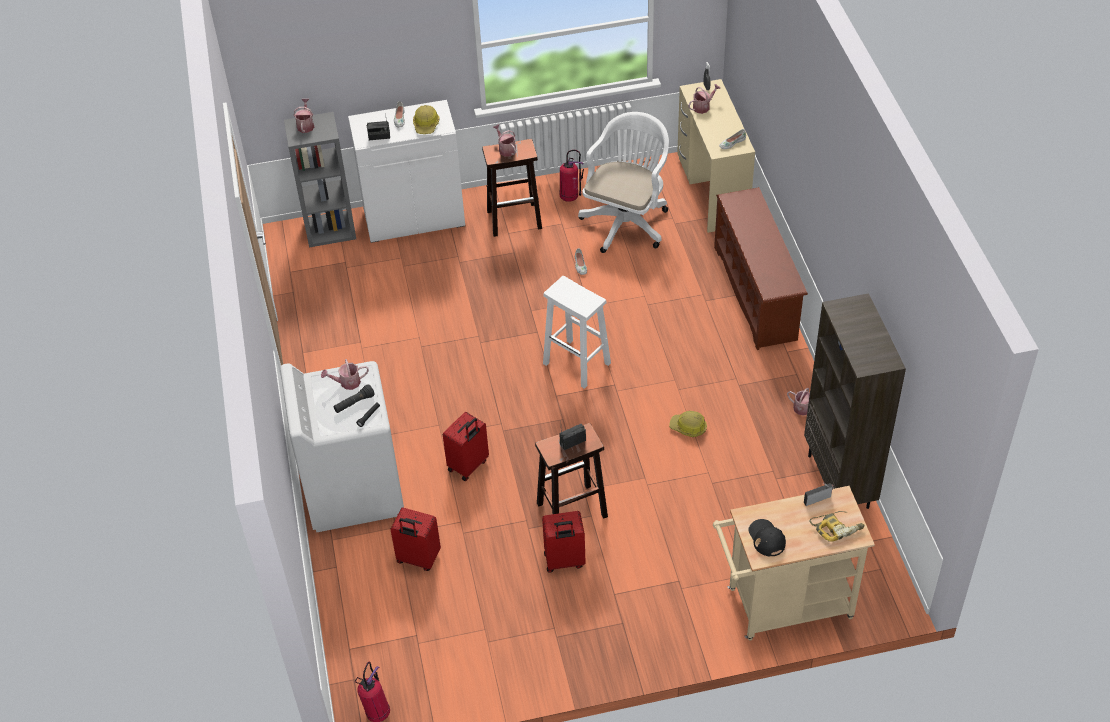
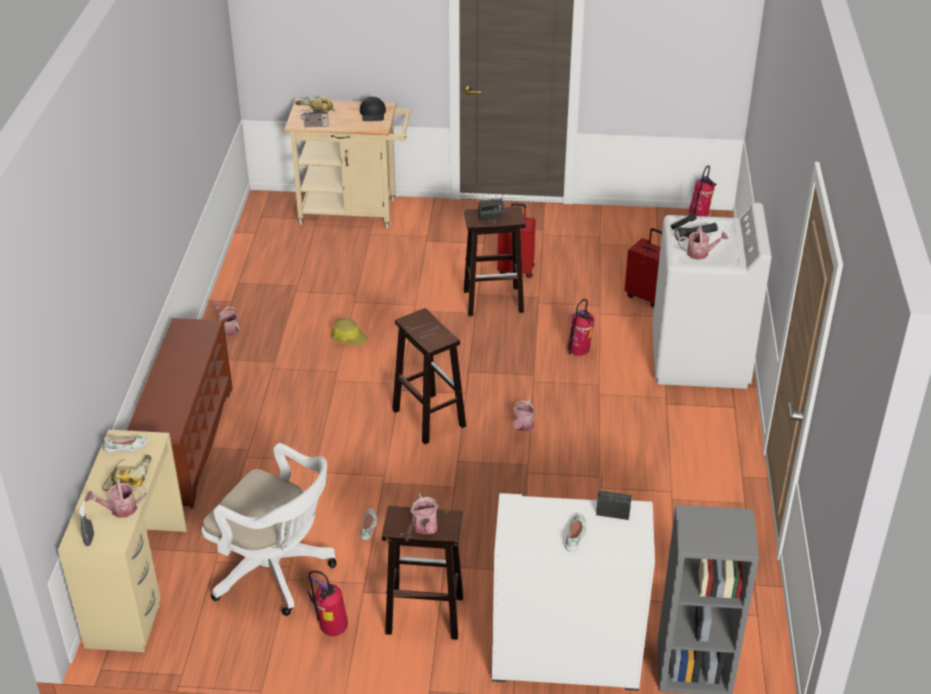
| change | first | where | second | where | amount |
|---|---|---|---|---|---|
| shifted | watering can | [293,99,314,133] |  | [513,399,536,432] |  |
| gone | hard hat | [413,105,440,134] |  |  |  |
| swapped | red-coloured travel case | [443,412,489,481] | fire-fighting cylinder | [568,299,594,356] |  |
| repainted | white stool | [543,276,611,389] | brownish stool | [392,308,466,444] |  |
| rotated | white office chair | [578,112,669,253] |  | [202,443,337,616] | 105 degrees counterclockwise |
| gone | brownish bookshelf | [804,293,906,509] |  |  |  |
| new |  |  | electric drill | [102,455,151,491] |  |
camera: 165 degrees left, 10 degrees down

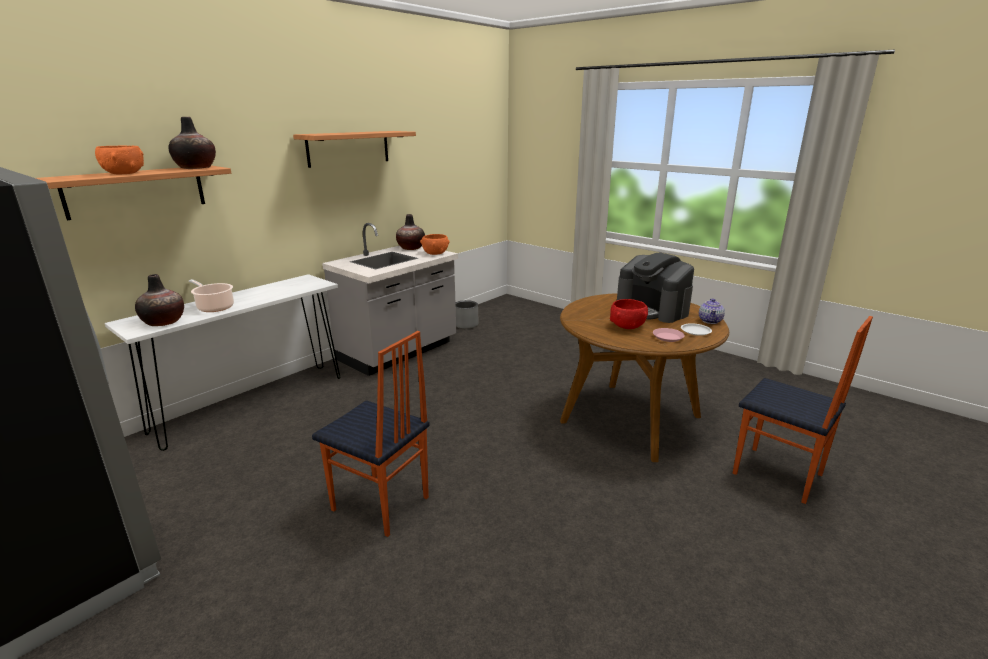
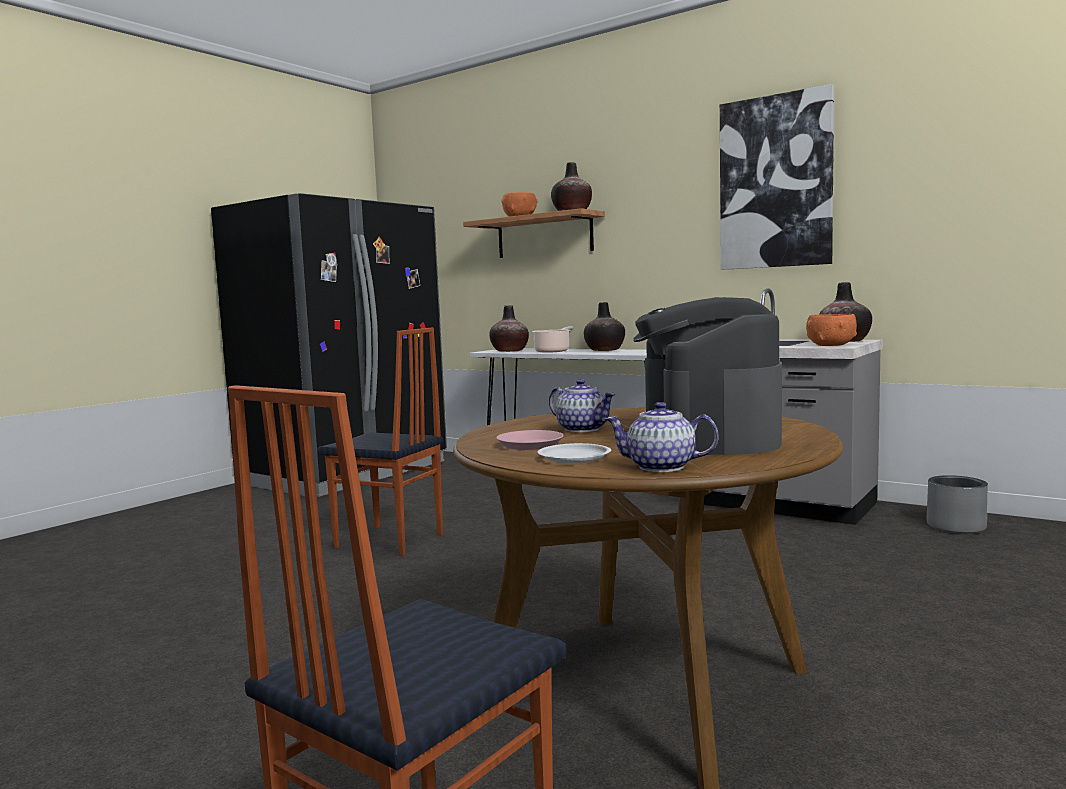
| change | first | where | second | where | amount |
|---|---|---|---|---|---|
| swapped | shelf | [293,131,416,168] | wall picture | [720,84,834,270] |  |
| rotated | upright chair | [312,331,430,537] |  | [317,328,443,557] | 90 degrees counterclockwise |
| swapped | red-coloured bowl | [610,299,648,329] | teapot | [549,379,616,432] |  |
| rotated | coffee brewer | [617,252,694,323] |  | [630,297,782,455] | 45 degrees counterclockwise |
| new |  |  | decorative vase | [584,302,625,351] |  |
camera: 85 degrees right, 15 degrees down

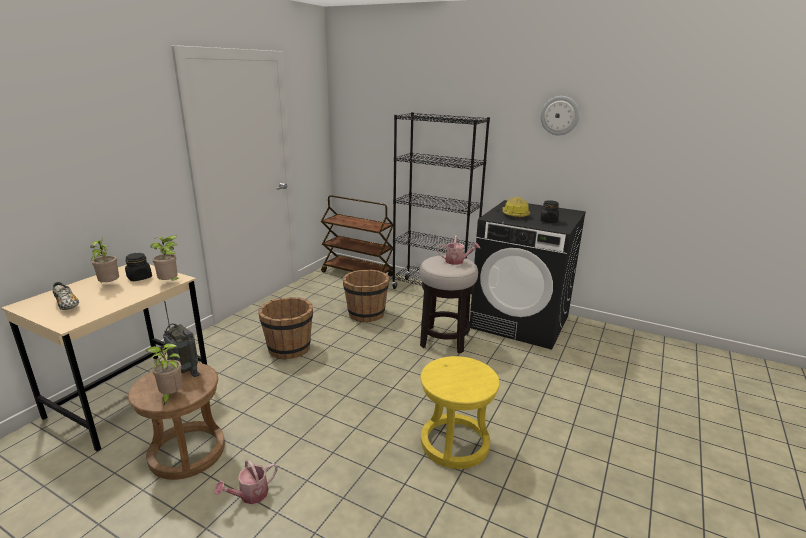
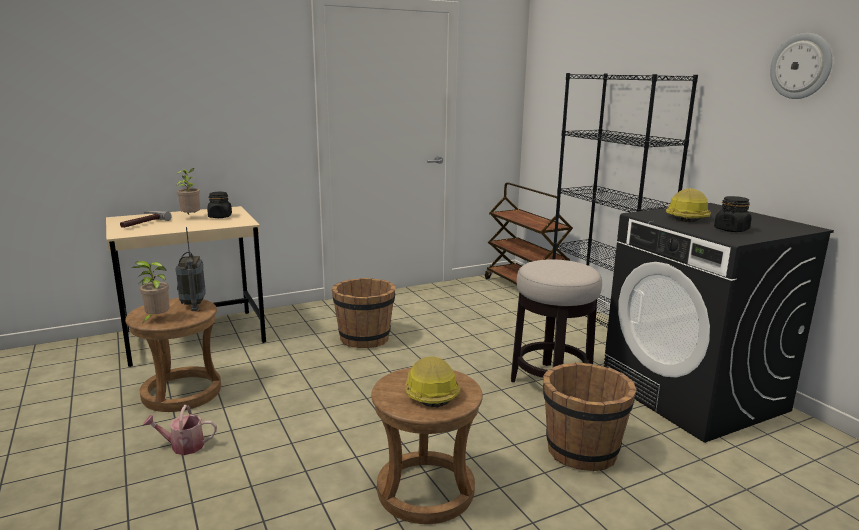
| change | first | where | second | where | amount |
|---|---|---|---|---|---|
| swapped | shoe | [52,282,79,310] | tool hammer | [120,211,172,228] |  |
| gone | plant in a pot | [150,235,179,280] |  |  |  |
| shifted | brownish pail | [343,270,389,322] |  | [543,362,637,471] |  |
| repainted | yellow-coloured stool | [420,356,500,469] | brownish stool | [371,367,483,524] |  |
| gone | watering can | [437,235,480,265] |  |  |  |
| new |  |  | hard hat | [405,356,460,407] |  |
camera: 35 degrees right, 5 degrees down

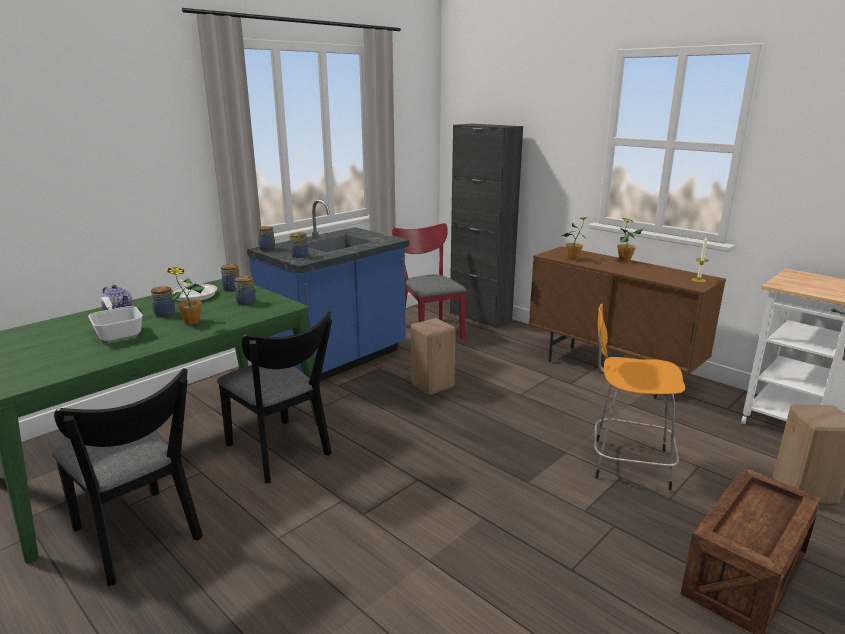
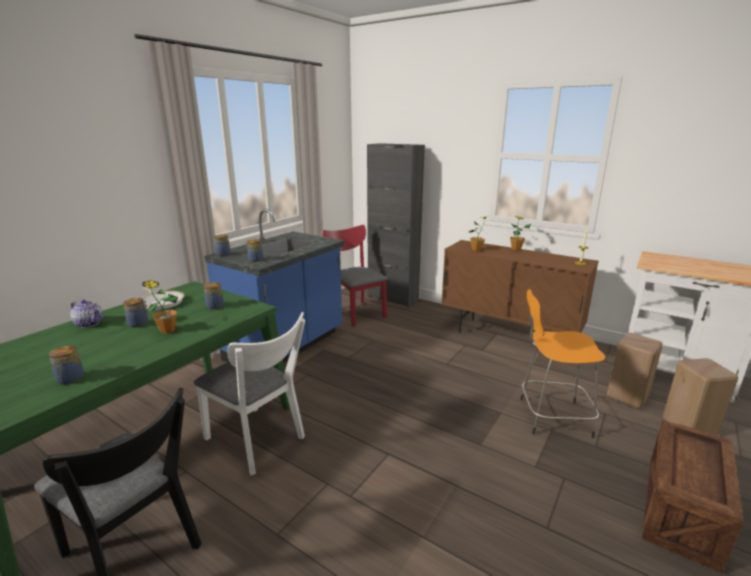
| change | first | where | second | where | amount |
|---|---|---|---|---|---|
| gone | pan | [88,297,143,342] |  |  |  |
| repainted | black-coloured upright chair | [217,311,332,484] | white upright chair | [194,312,305,475] |  |
| shifted | jar | [221,264,240,291] |  | [49,345,84,385] |  |
| shifted | beige-coloured stool | [411,318,456,395] |  | [607,333,663,408] |  |
camera: 10 degrees left, 0 degrees up

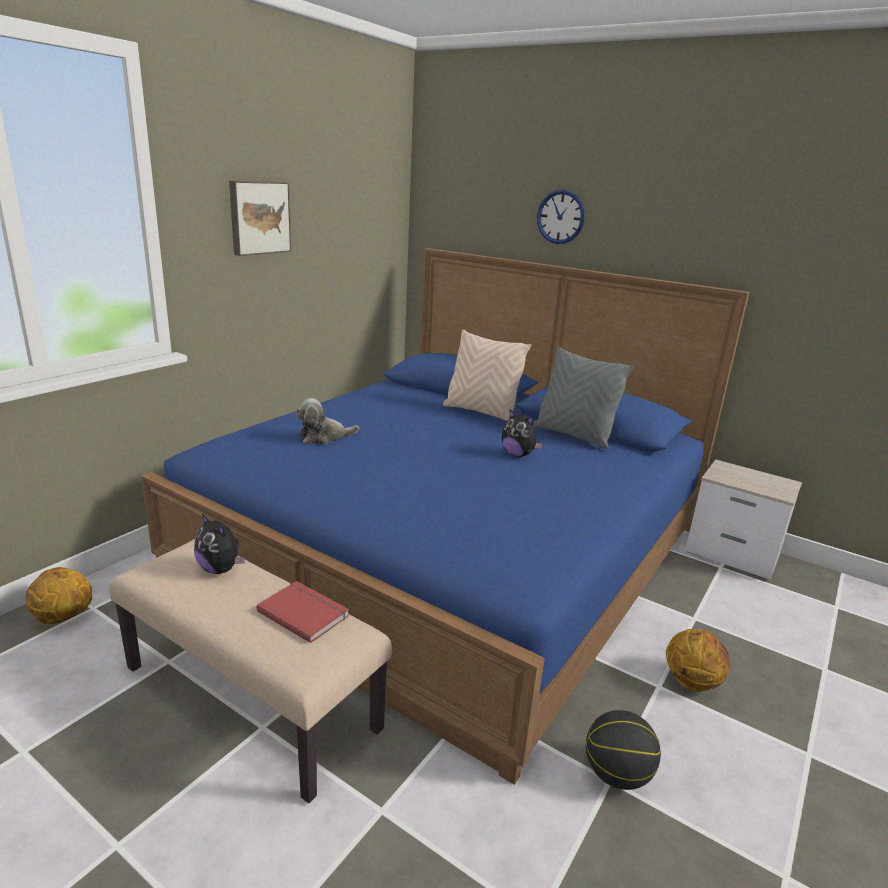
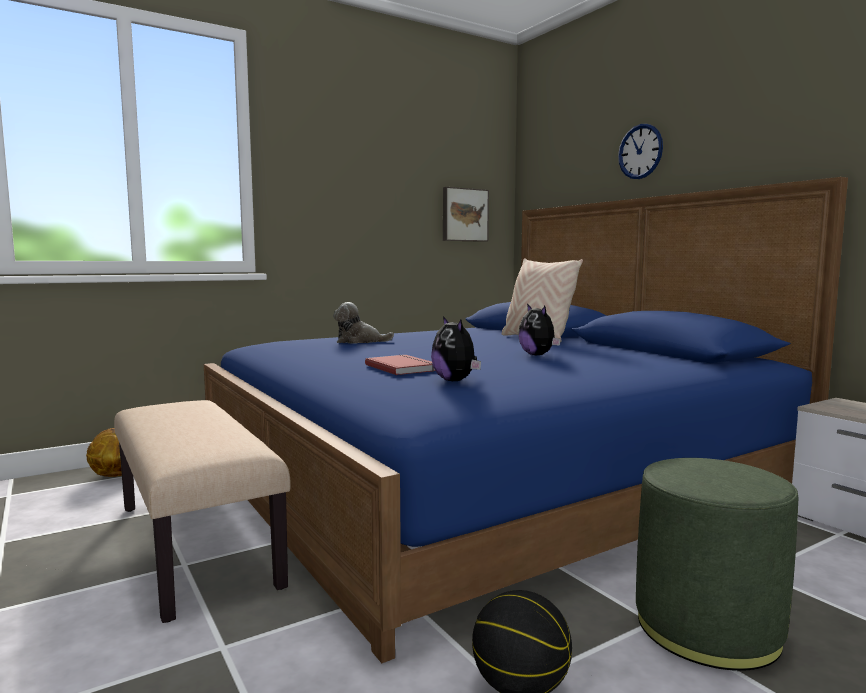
| change | first | where | second | where | amount |
|---|---|---|---|---|---|
| shifted | plush toy | [194,513,245,574] |  | [431,316,481,381] |  |
| shifted | wall picture | [229,181,291,256] |  | [443,187,489,242] |  |
| shifted | red-coloured book | [256,581,349,643] |  | [365,355,435,375] |  |
| gone | gray cushion | [533,346,634,449] |  |  |  |
| swapped | ball for basketball | [666,629,730,692] | greenish footrest | [636,458,798,671] |  |
camera: 25 degrees right, 15 degrees down

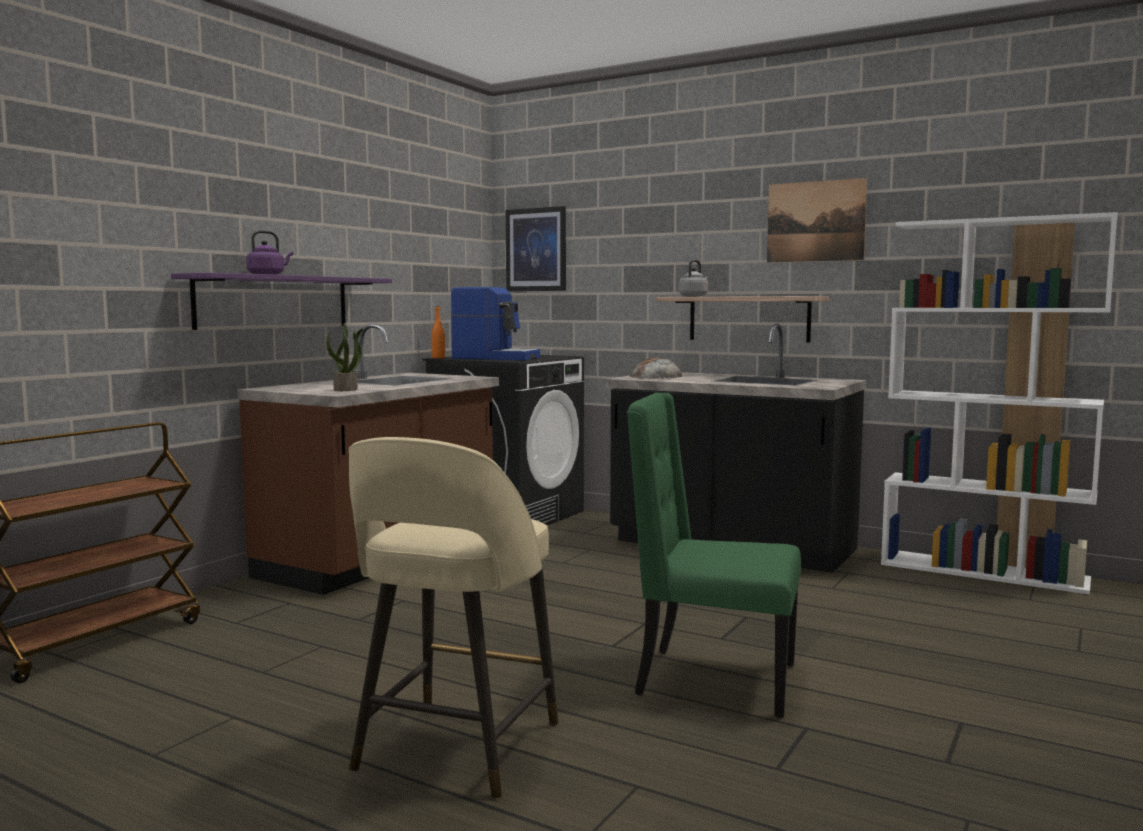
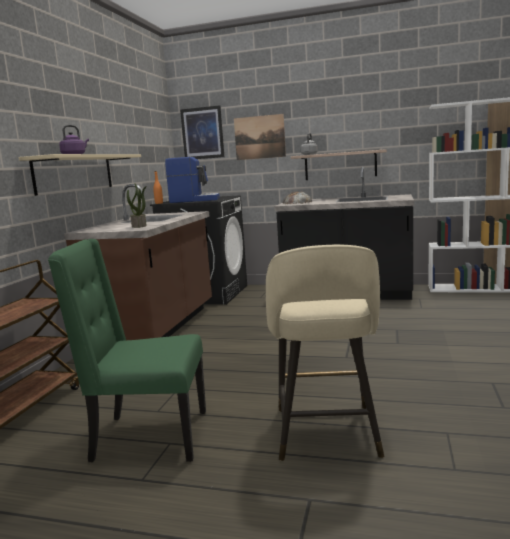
| change | first | where | second | where | amount |
|---|---|---|---|---|---|
| repainted | purplish shelf | [171,272,392,330] | beige-coloured shelf | [18,154,141,196] |  |
| shifted | greenish upright chair | [627,392,801,718] |  | [48,239,206,462] |  |
| shifted | wall picture | [767,178,867,263] |  | [234,114,286,160] |  |
camera: 15 degrees left, 5 degrees up

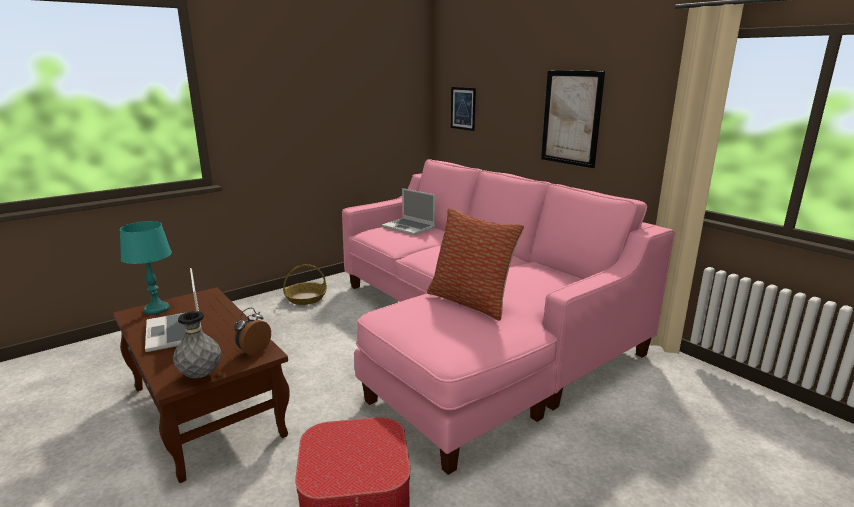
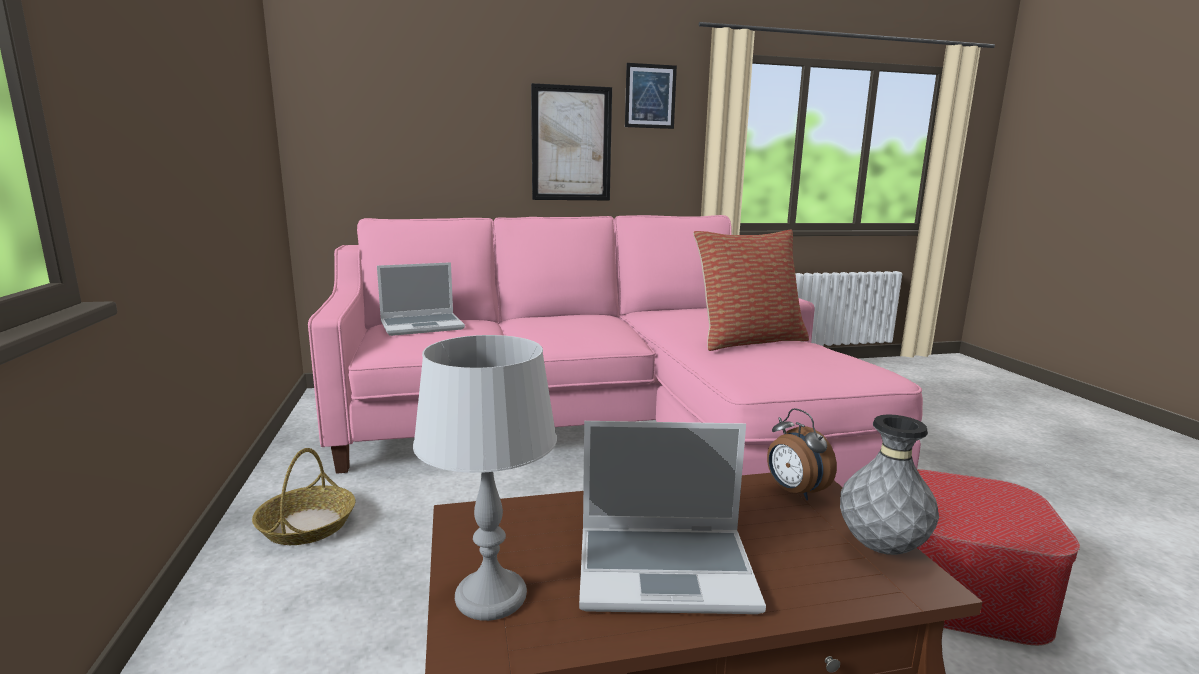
| change | first | where | second | where | amount |
|---|---|---|---|---|---|
| repainted | turquoise table lamp | [120,221,172,315] | gray table lamp | [413,335,557,621] |  |
| shifted | wall picture | [451,87,476,131] |  | [625,63,677,129] |  |
camera: 65 degrees left, 5 degrees down

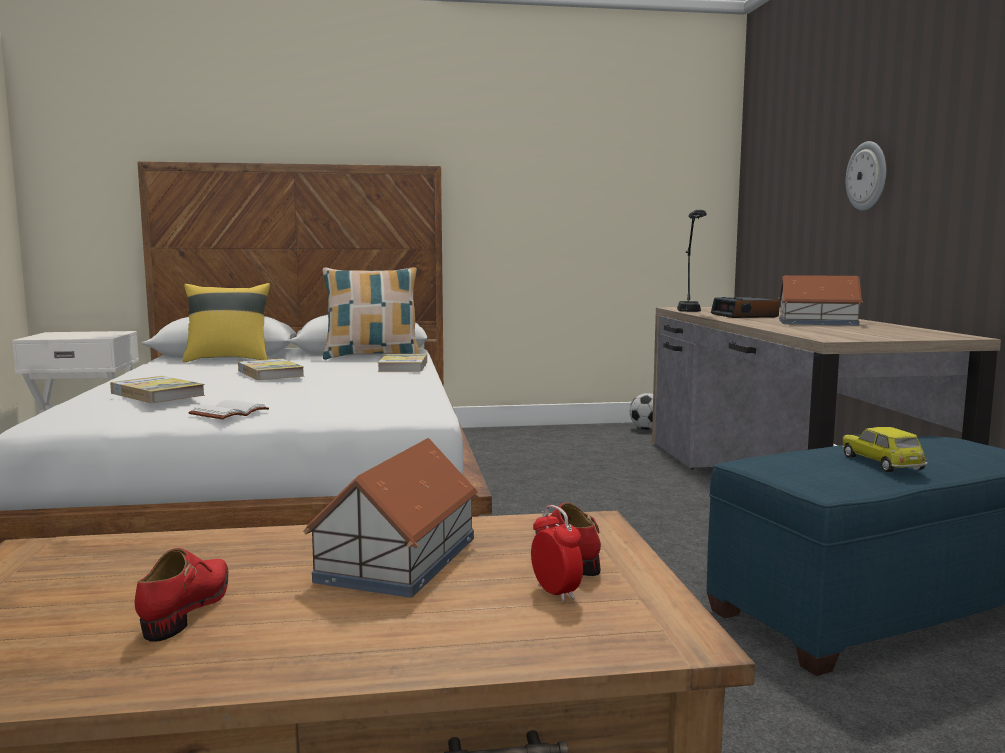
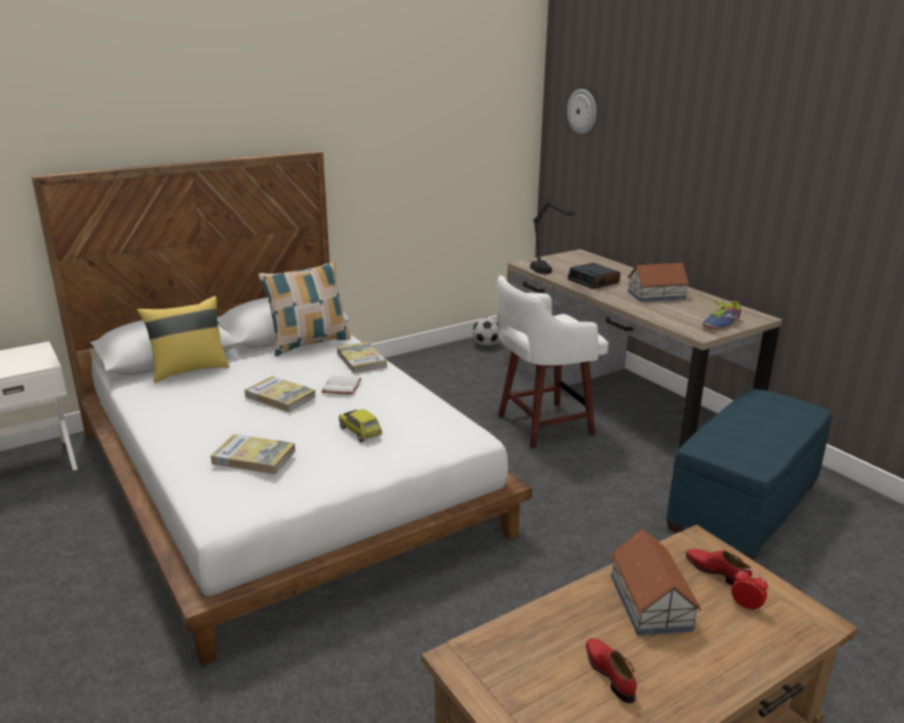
| change | first | where | second | where | amount |
|---|---|---|---|---|---|
| shifted | white book | [188,400,269,419] |  | [321,375,362,395] |  |
| shifted | miniature car | [842,427,928,472] |  | [339,409,383,442] |  |
| shifted | clock on the wall | [846,141,886,211] |  | [567,89,597,134] |  |
| new |  |  | white stool | [497,275,609,449] |  |
| new |  |  | shoe | [702,298,741,329] |  |
camera: 25 degrees left, 15 degrees up

